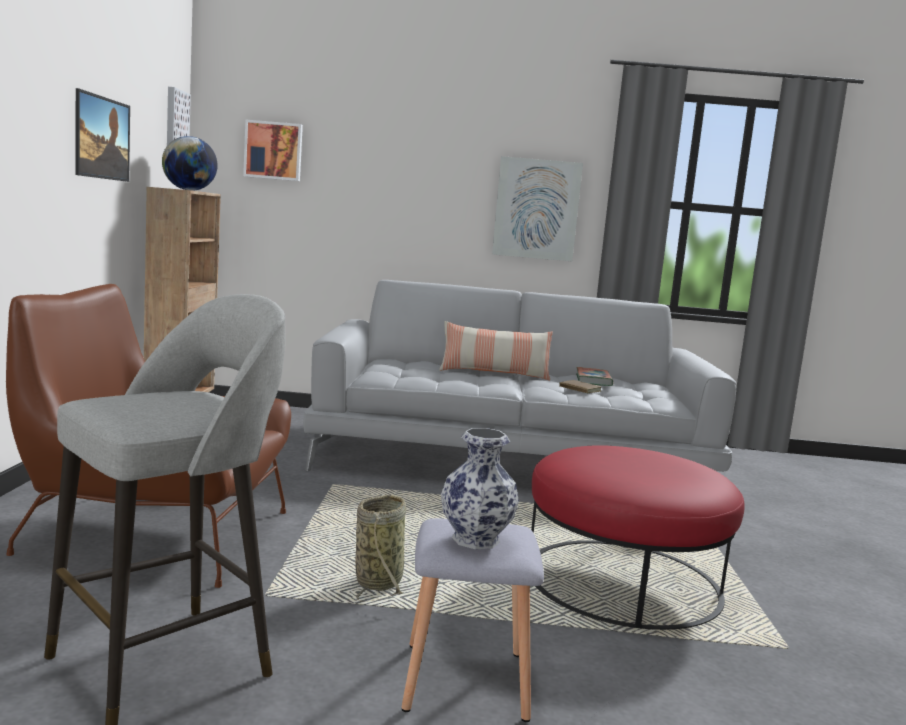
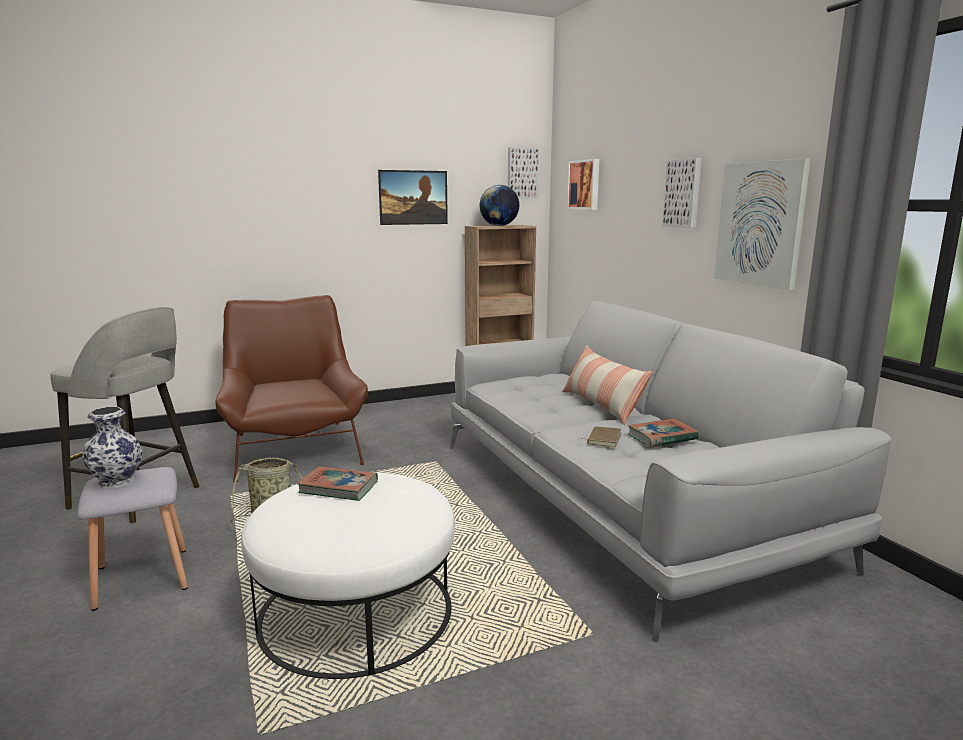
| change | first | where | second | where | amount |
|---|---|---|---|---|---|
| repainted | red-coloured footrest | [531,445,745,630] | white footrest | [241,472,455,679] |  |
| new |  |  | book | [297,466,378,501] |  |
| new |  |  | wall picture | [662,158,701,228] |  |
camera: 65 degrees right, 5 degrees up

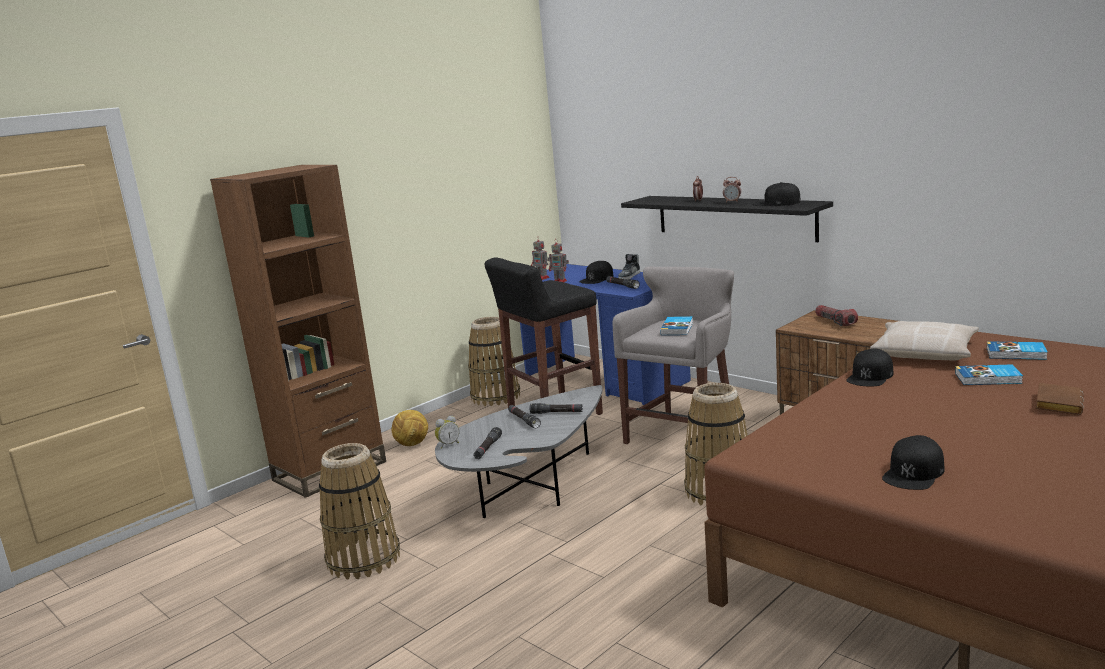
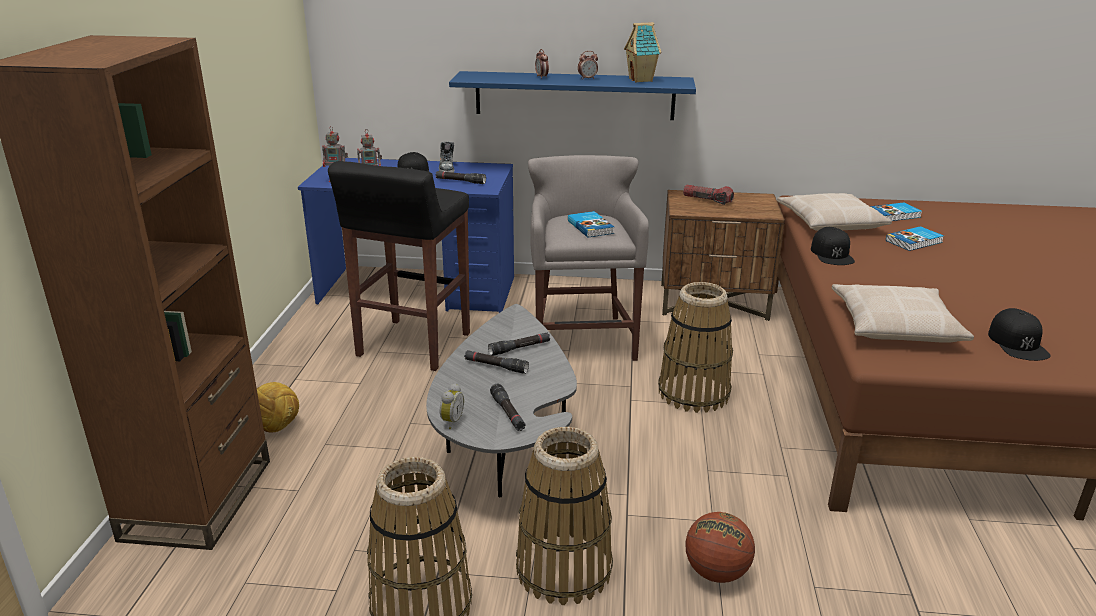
| change | first | where | second | where | amount |
|---|---|---|---|---|---|
| shifted | household basket | [468,317,520,406] |  | [516,427,613,605] |  |
| repainted | black-coloured shelf | [621,196,833,242] | blue-coloured shelf | [449,71,696,120] |  |
| swapped | black-coloured cap | [753,182,801,206] | model house | [624,22,661,83] |  |
| gone | brownish book | [1036,383,1084,415] |  |  |  |
| new |  |  | ball for basketball | [685,512,755,583] |  |
| new |  |  | beige-coloured cushion | [832,284,974,343] |  |
camera: 40 degrees left, 10 degrees up

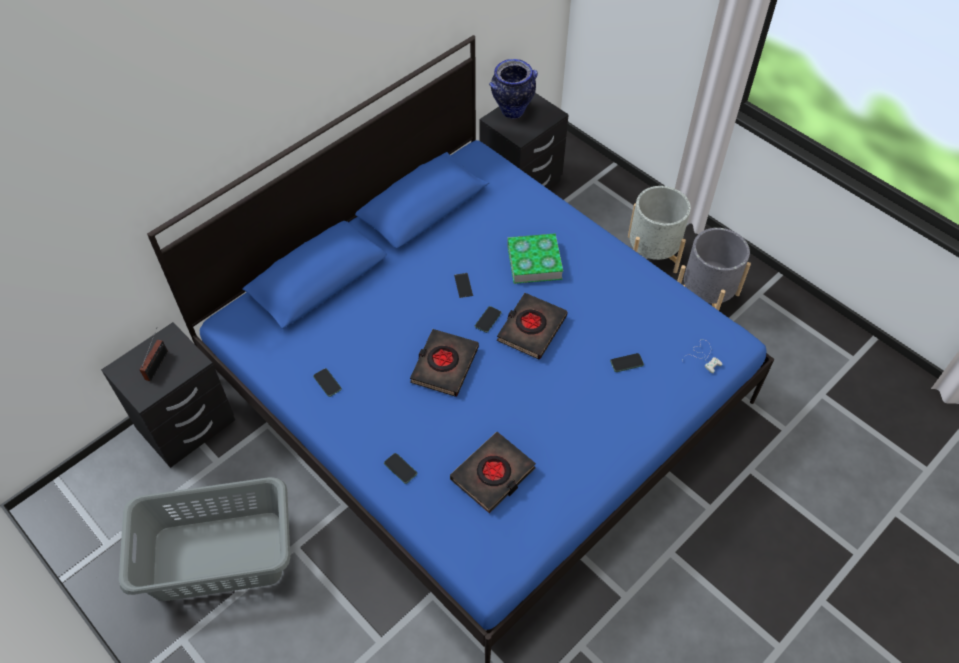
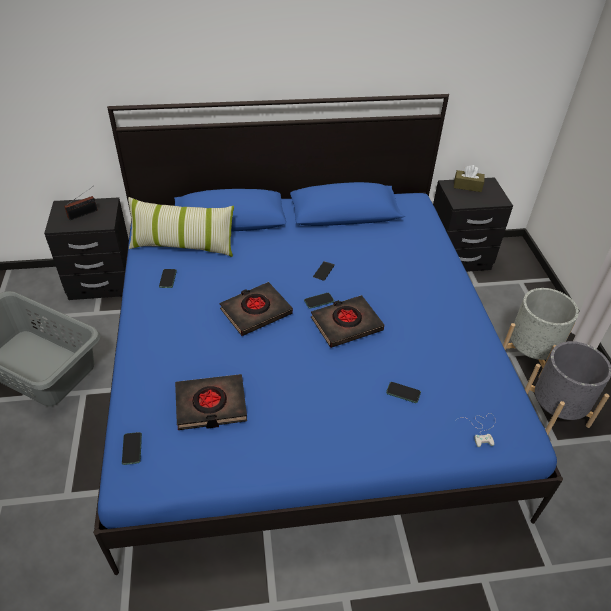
| change | first | where | second | where | amount |
|---|---|---|---|---|---|
| shifted | handset | [384,453,417,484] |  | [122,432,142,465] |  |
| swapped | decorative vase | [489,59,538,119] | brownish tissue box | [454,165,485,192] |  |
| gone | book | [507,233,563,284] |  |  |  |
| new |  |  | cushion | [128,197,234,257] |  |
camera: 35 degrees right, 10 degrees down

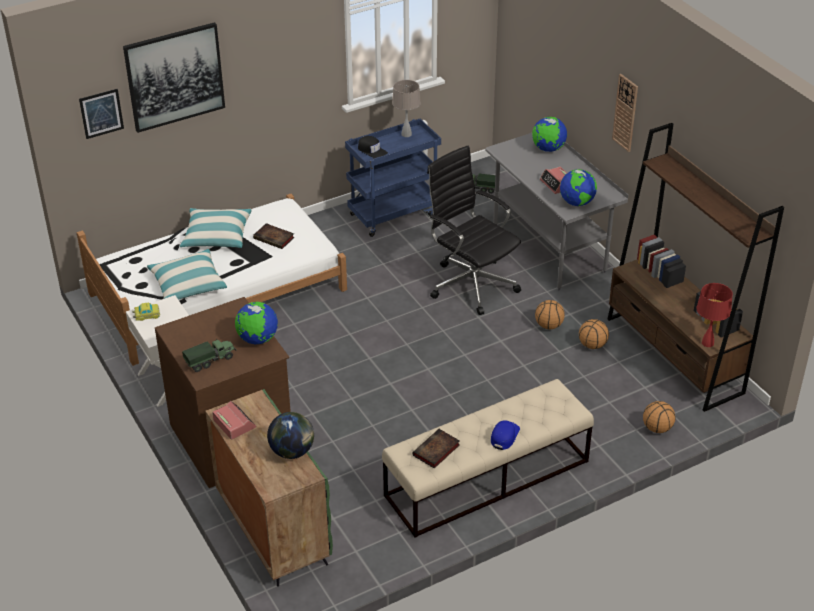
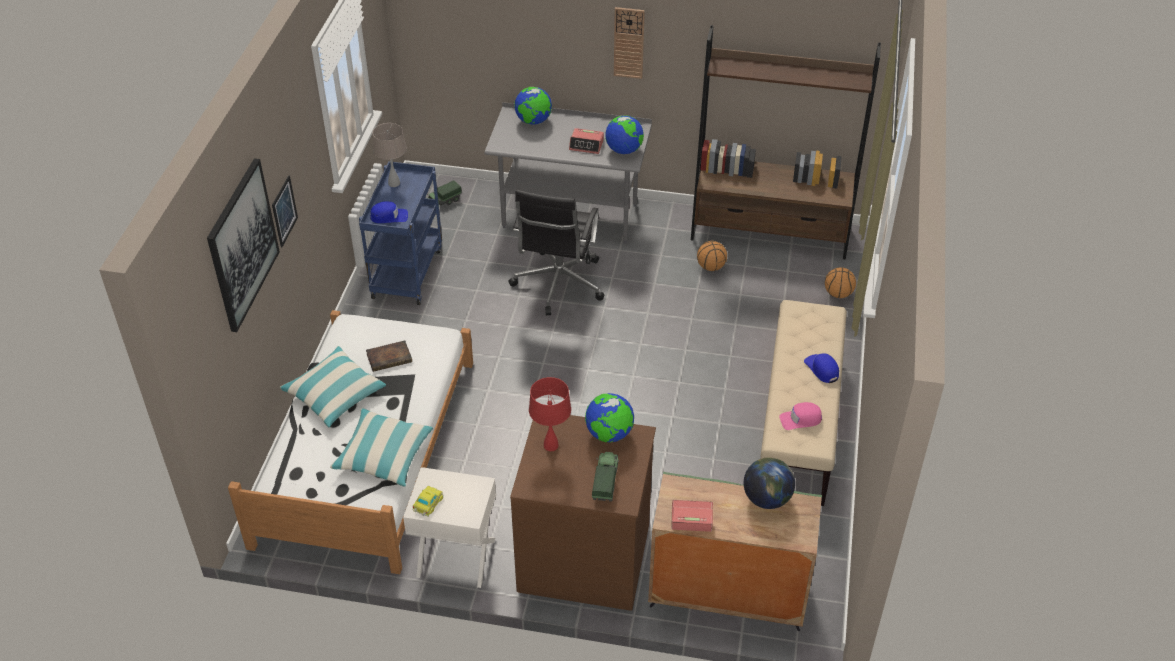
| change | first | where | second | where | amount |
|---|---|---|---|---|---|
| shifted | wall picture | [79,89,124,139] |  | [272,175,298,247] |  |
| repainted | black-coloured cap | [358,136,388,158] | blue-coloured cap | [370,201,408,223] |  |
| swapped | book | [413,429,460,469] | pink cap | [779,402,822,430] |  |
| rotated | black-coloured office chair | [427,145,521,315] |  | [509,190,604,315] | 75 degrees counterclockwise |
| gone | ball for basketball | [535,300,565,329] |  |  |  |
| shifted | red-coloured table lamp | [696,283,733,347] |  | [529,377,571,451] |  |
camera: 50 degrees left, 5 degrees up

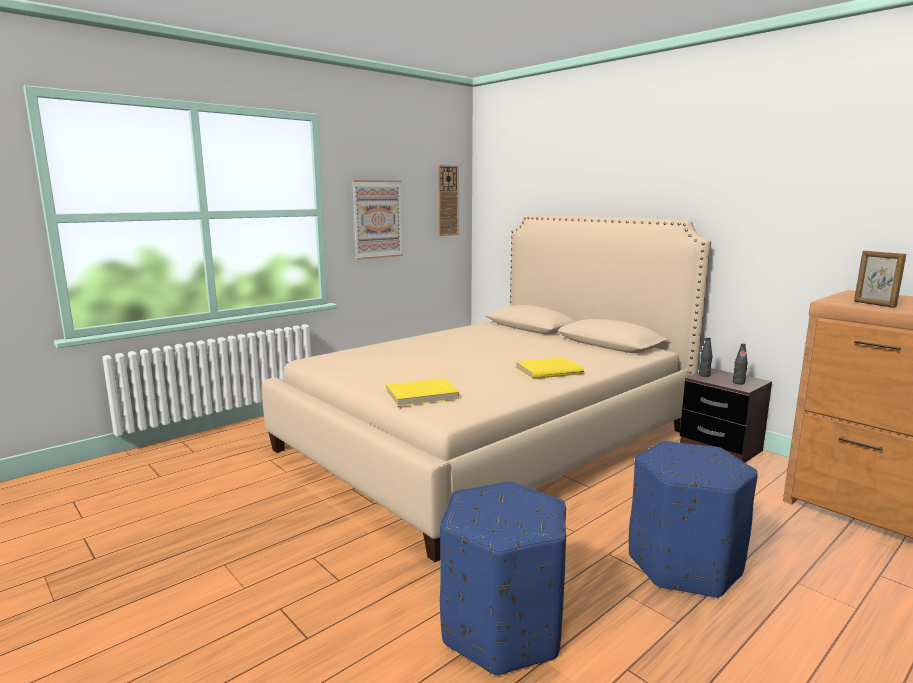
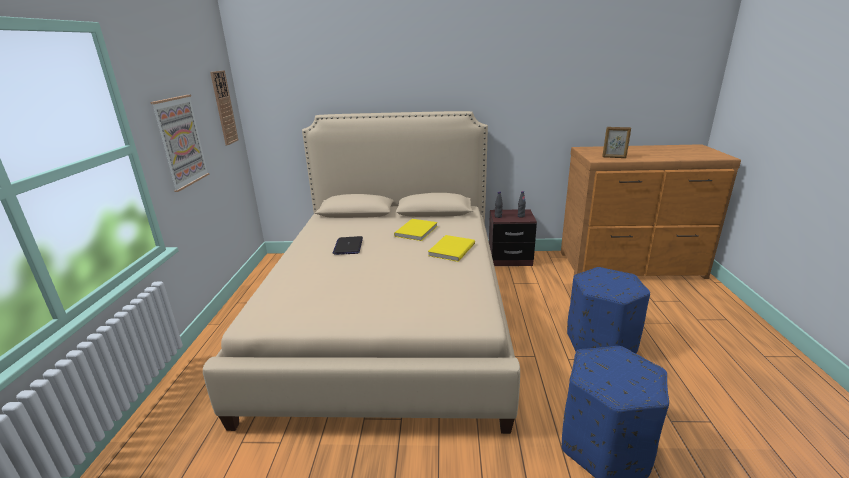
| change | first | where | second | where | amount |
|---|---|---|---|---|---|
| shifted | yellow-coloured book | [386,378,460,406] |  | [394,219,437,241] |  |
| new |  |  | laptop | [332,236,363,255] |  |
camera: 45 degrees left, 10 degrees up

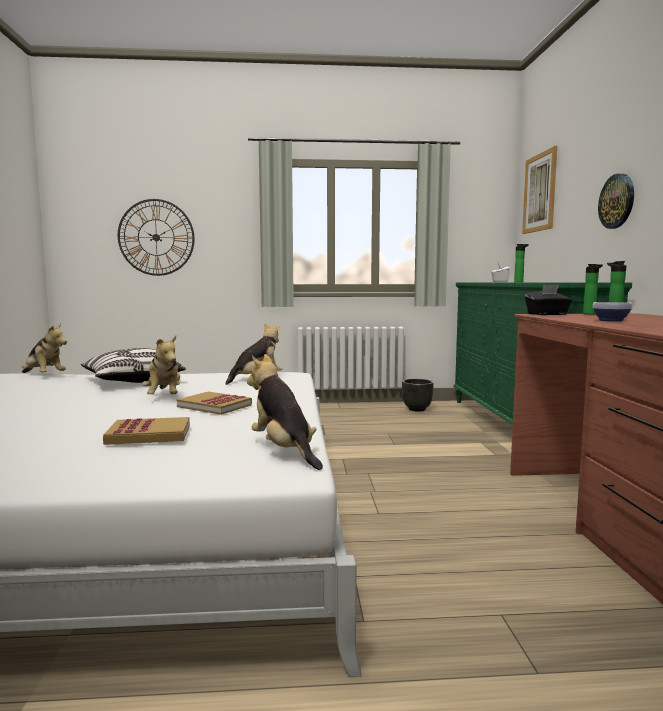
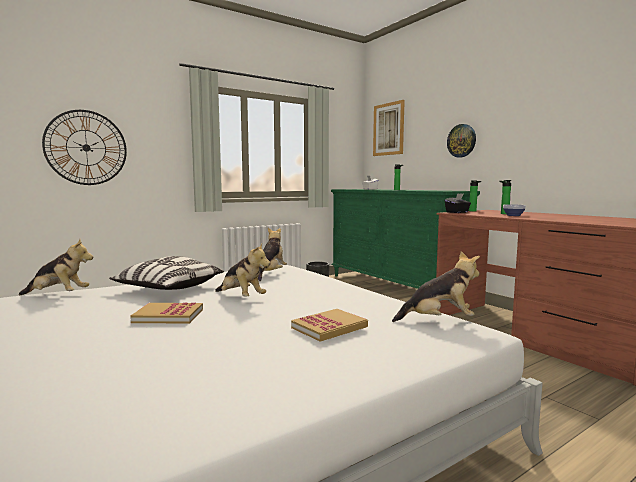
| change | first | where | second | where | amount |
|---|---|---|---|---|---|
| shifted | book | [176,392,252,415] |  | [130,302,203,323] |  |
| rotated | plush toy | [247,354,323,470] |  | [392,251,480,322] | 150 degrees clockwise |
camera: 30 degrees left, 0 degrees up

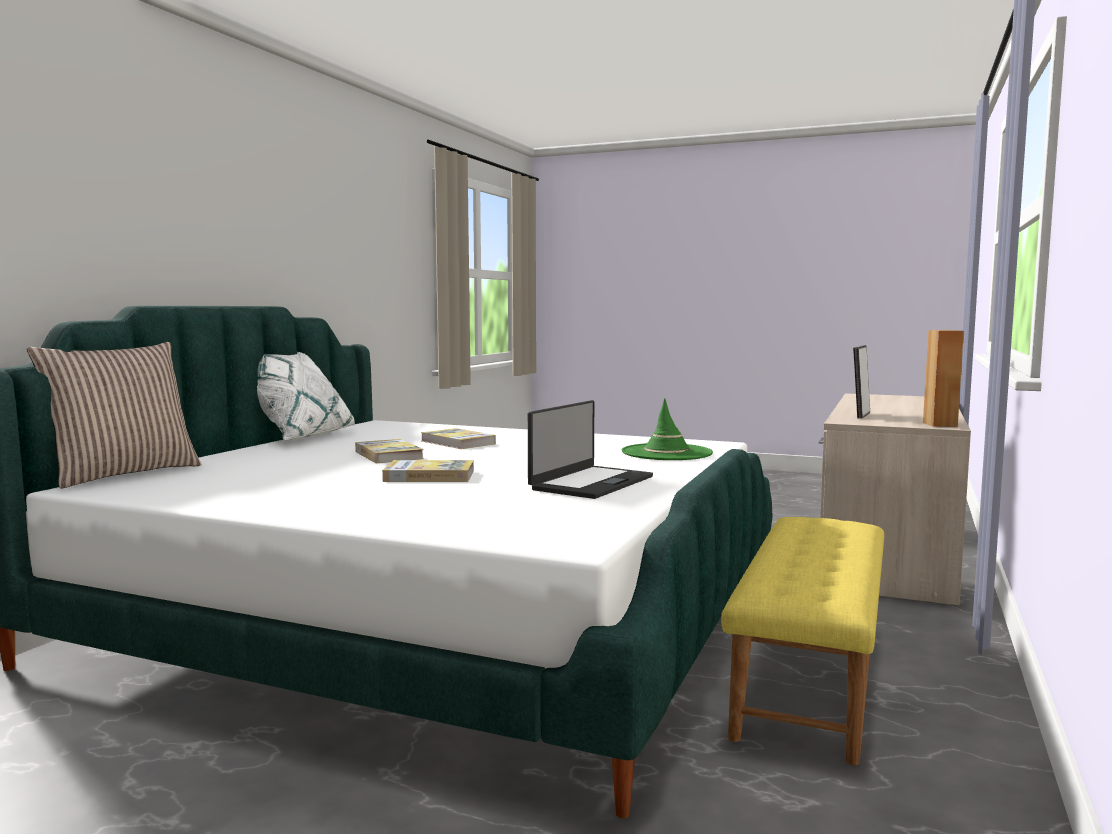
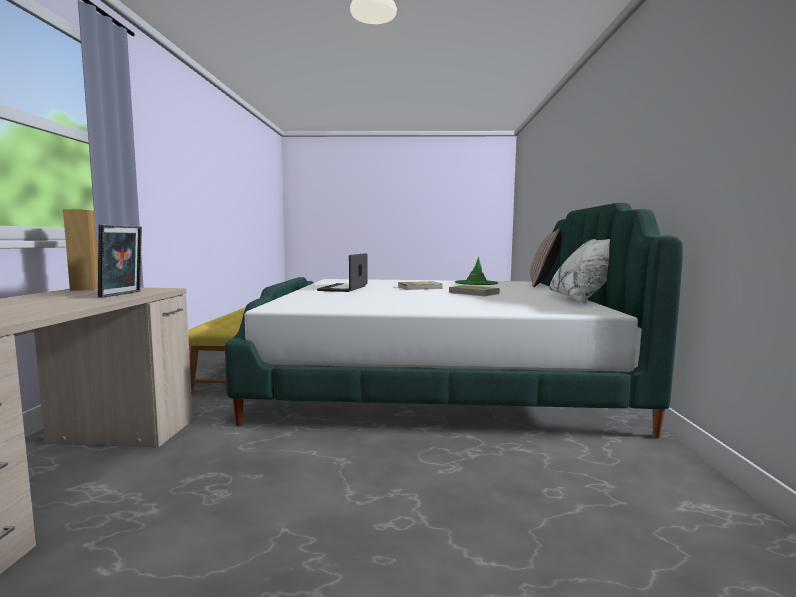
| change | first | where | second | where | amount |
|---|---|---|---|---|---|
| gone | book | [421,428,496,449] |  |  |  |
| shifted | greenish hat | [622,398,713,460] |  | [455,257,499,285] |  |
camera: 160 degrees right, 0 degrees up

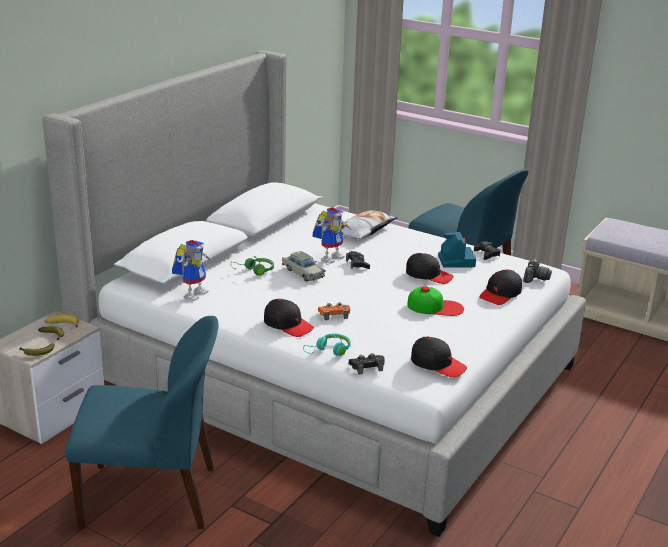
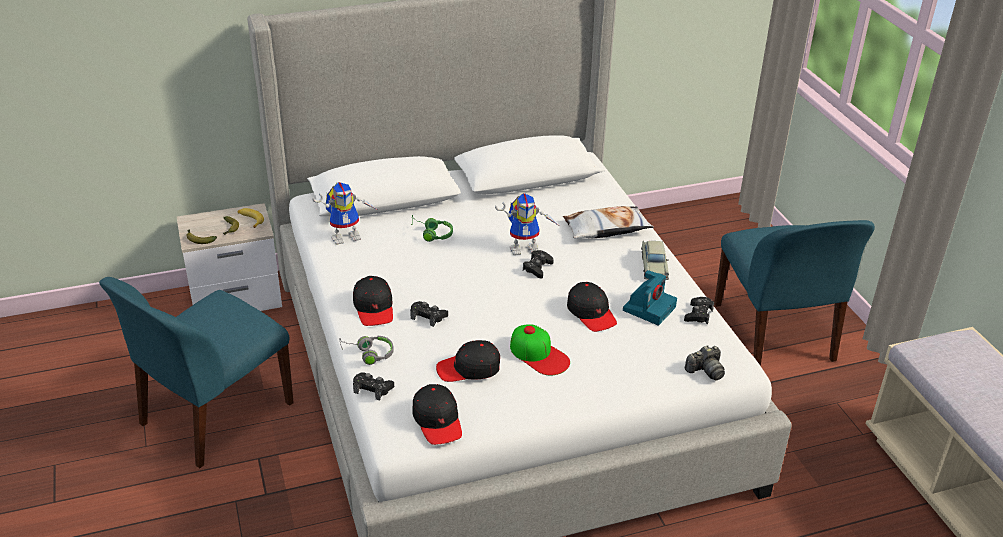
| change | first | where | second | where | amount |
|---|---|---|---|---|---|
| rotated | blue-coloured upright chair | [66,316,219,529] |  | [99,277,294,468] | 90 degrees clockwise |
| shifted | beige-coloured miniature car | [282,251,326,282] |  | [641,240,669,280] |  |
| repainted | turquoise headset | [303,333,351,356] | gray headset | [340,336,394,365] |  |
| repainted | orangey game controller | [318,302,350,320] | black-coloured game controller | [410,301,448,327] |  |
| shifted | black-coloured cap | [479,270,522,305] |  | [436,340,500,382] |  |
camera: 40 degrees right, 10 degrees up

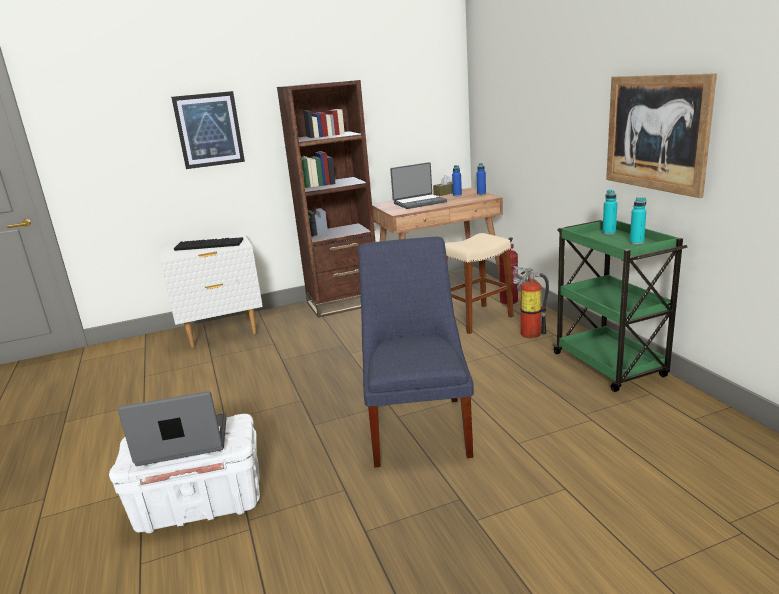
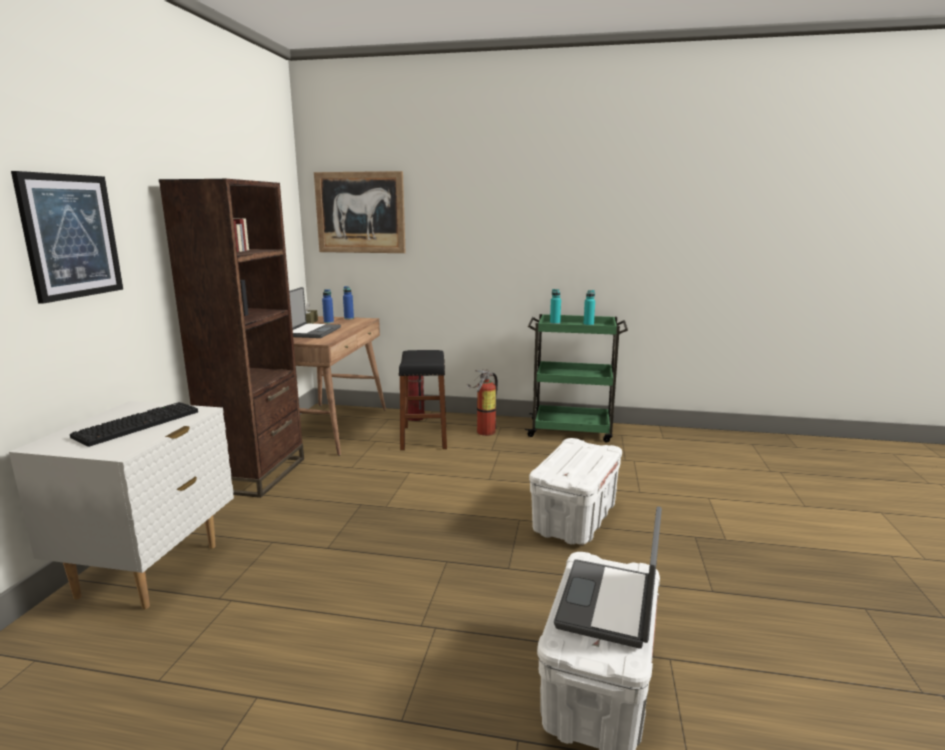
| change | first | where | second | where | amount |
|---|---|---|---|---|---|
| swapped | blue-coloured upright chair | [358,236,474,467] | white storage bin | [529,438,622,545] |  |
| repainted | beige-coloured stool | [445,233,514,334] | black-coloured stool | [399,350,447,450] |  |
| shifted | wall picture | [606,73,717,198] |  | [314,171,406,253] |  |
camera: 60 degrees left, 5 degrees down

